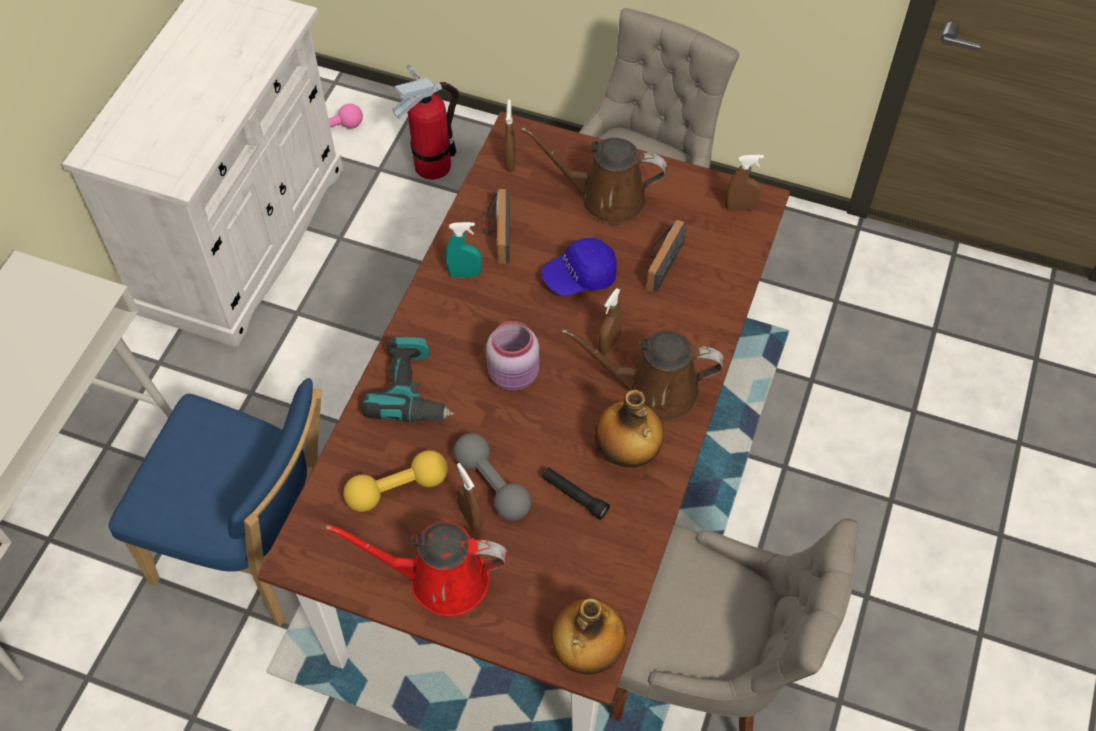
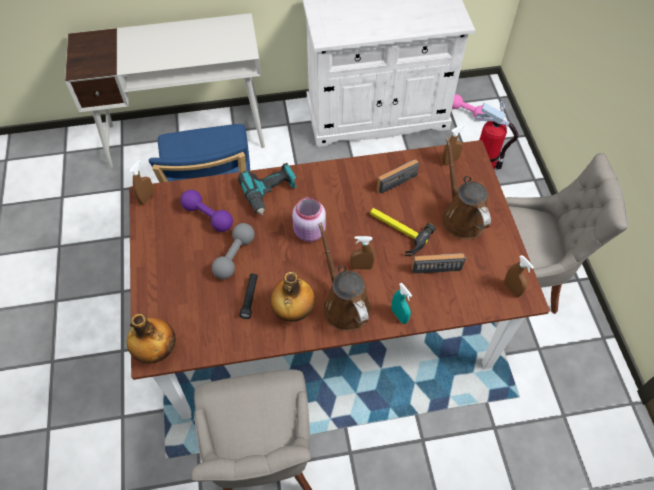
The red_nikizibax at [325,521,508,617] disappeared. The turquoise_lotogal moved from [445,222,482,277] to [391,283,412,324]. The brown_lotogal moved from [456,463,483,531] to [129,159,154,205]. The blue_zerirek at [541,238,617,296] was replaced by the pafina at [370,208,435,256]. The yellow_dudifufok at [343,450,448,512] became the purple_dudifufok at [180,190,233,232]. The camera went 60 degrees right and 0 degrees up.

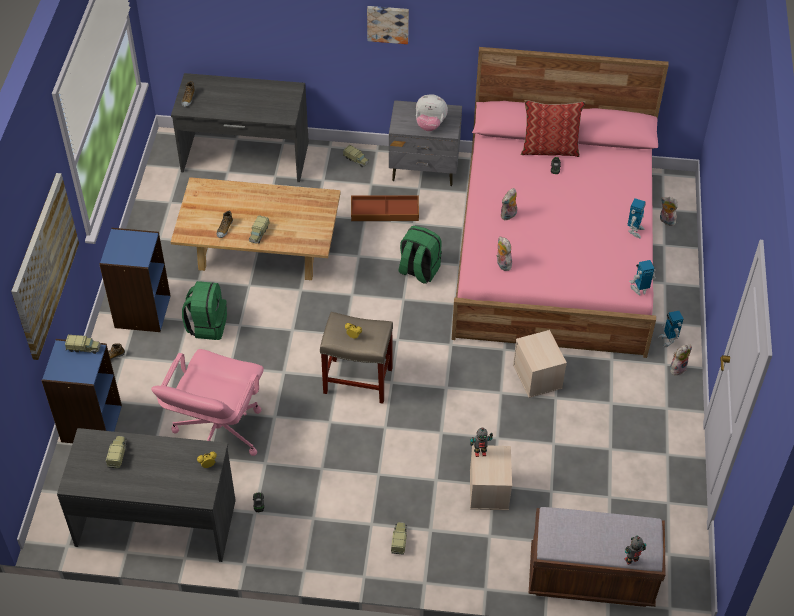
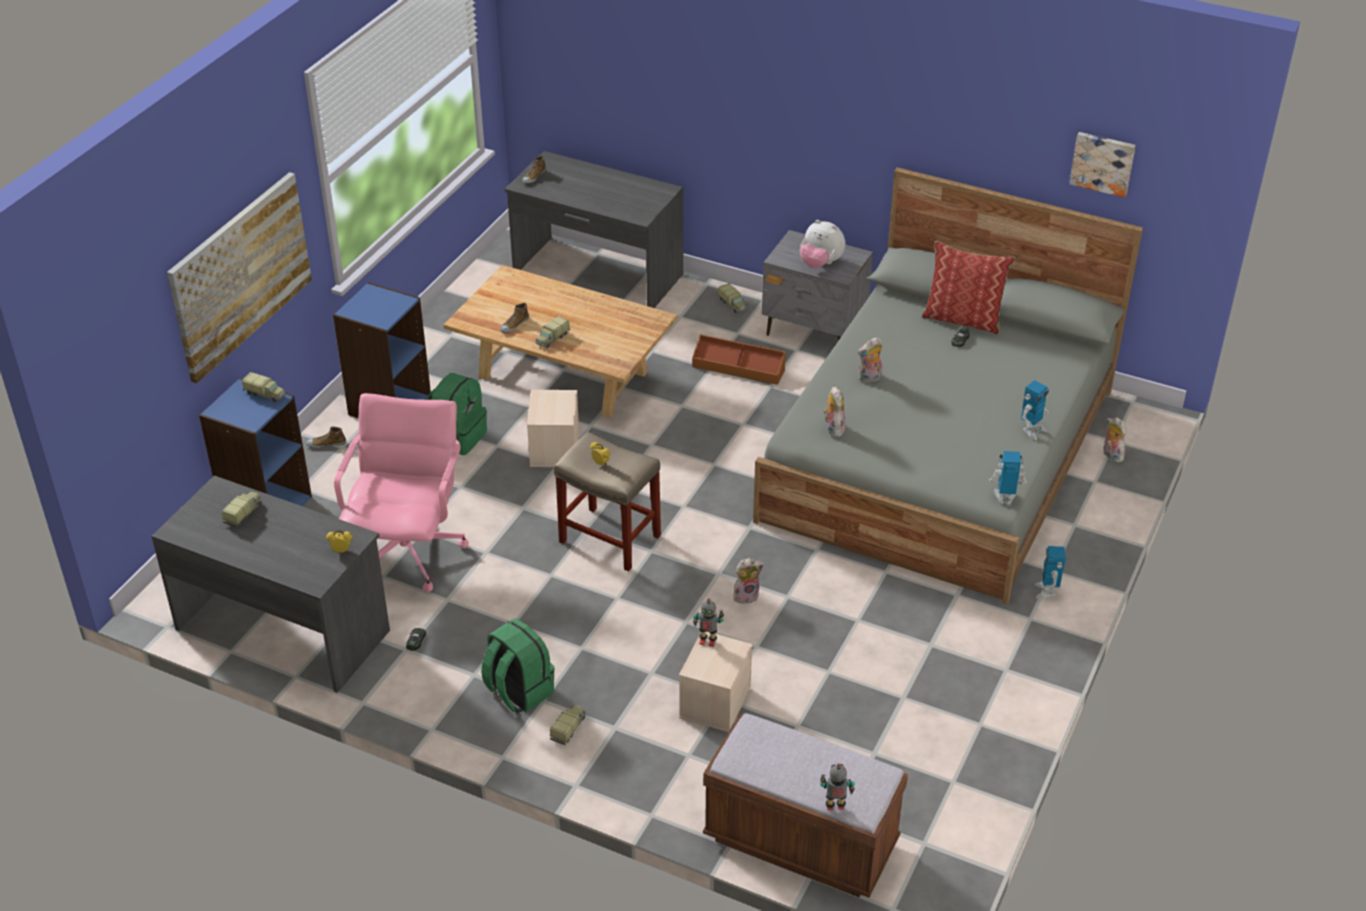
The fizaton moved from [367,6,409,44] to [1069,132,1136,198]. The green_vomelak moved from [398,226,442,284] to [481,619,555,714]. The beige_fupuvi moved from [513,330,567,398] to [527,390,579,467]. The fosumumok moved from [670,345,692,375] to [734,558,764,604]. The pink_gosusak at [452,47,669,358] became the grey_gosusak at [753,167,1143,605]. The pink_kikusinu at [151,349,264,456] turned 150 degrees clockwise. The camera went 20 degrees right and 10 degrees down.

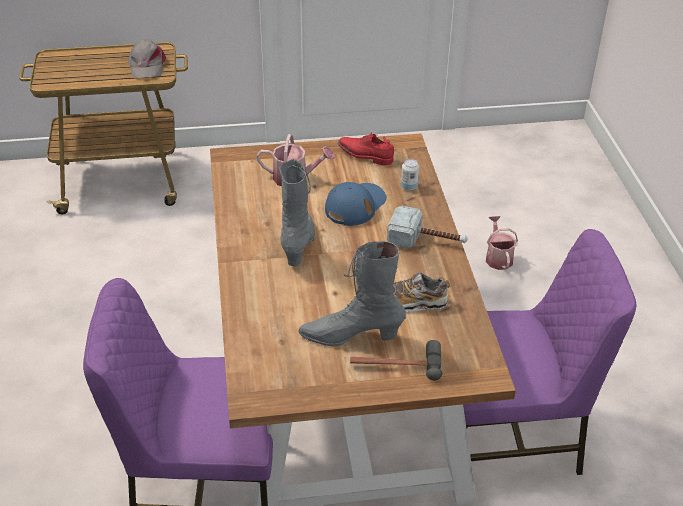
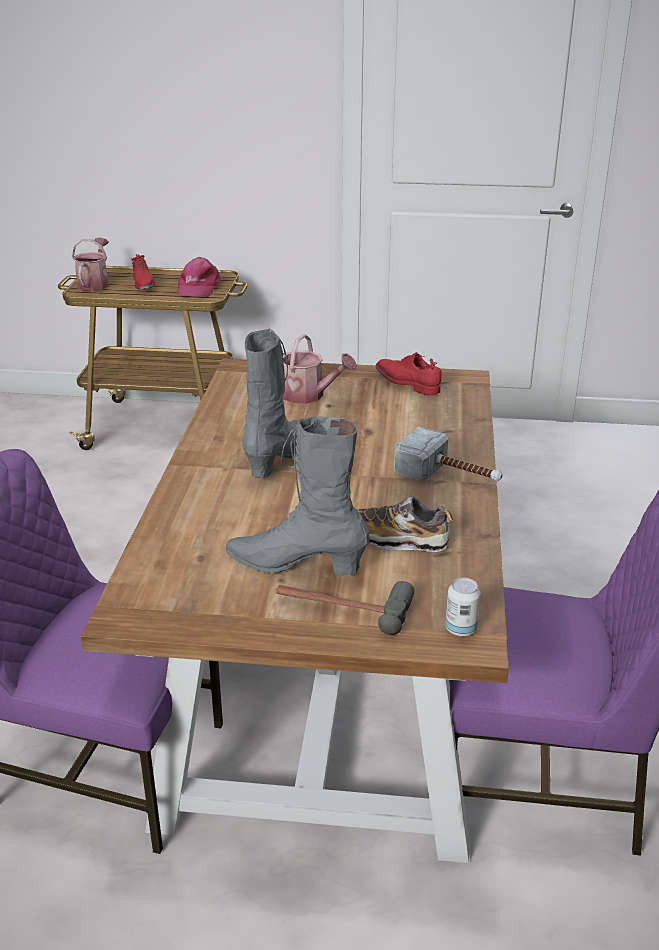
The blue_zerirek at [325,182,387,226] disappeared. The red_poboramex at [131,254,155,290] appeared. The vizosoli moved from [401,159,419,191] to [445,578,480,637]. The nikizibax moved from [486,216,518,270] to [72,238,109,291]. The grey_zerirek at [128,39,166,79] became the pink_zerirek at [177,257,221,297]. The camera went 15 degrees right and 10 degrees down.

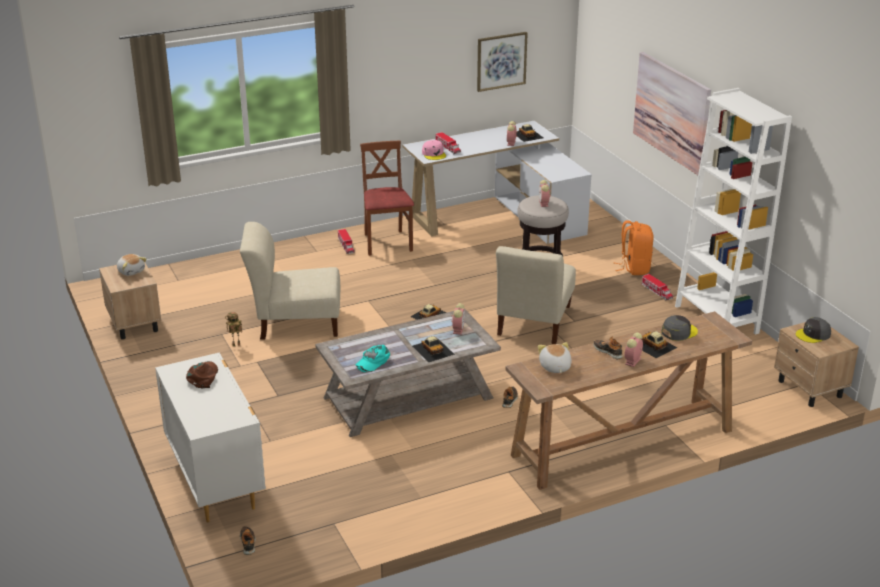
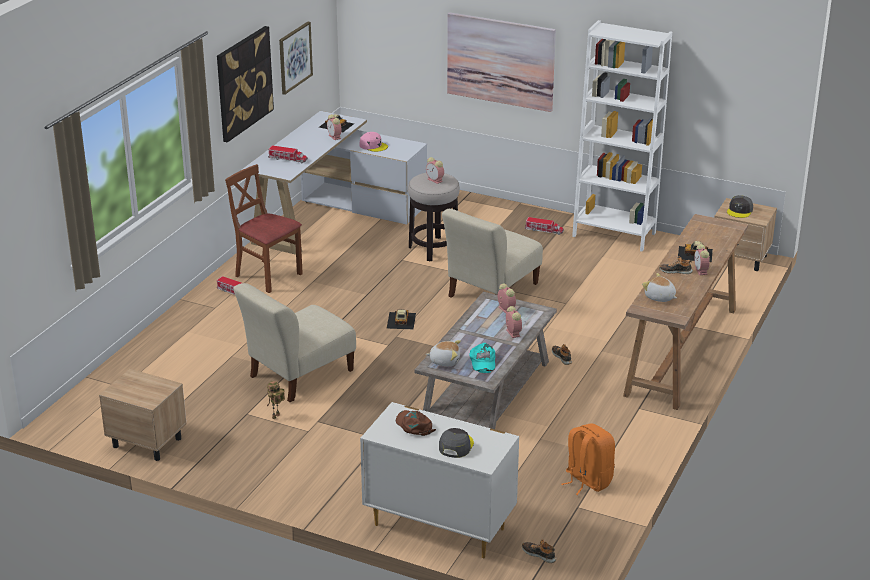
The fizaton at [217,26,274,143] appeared. The fosumumok moved from [117,254,147,276] to [426,340,461,367]. The pink_zerirek moved from [422,140,446,160] to [360,132,388,152]. The orange_vomelak moved from [615,220,654,275] to [561,423,615,495]. The grey_zerirek moved from [661,315,698,341] to [439,428,474,458]. The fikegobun at [412,336,455,362] was replaced by the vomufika at [506,306,522,338]. The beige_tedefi at [496,246,576,344] turned 60 degrees clockwise. The camera went 40 degrees left and 0 degrees up.

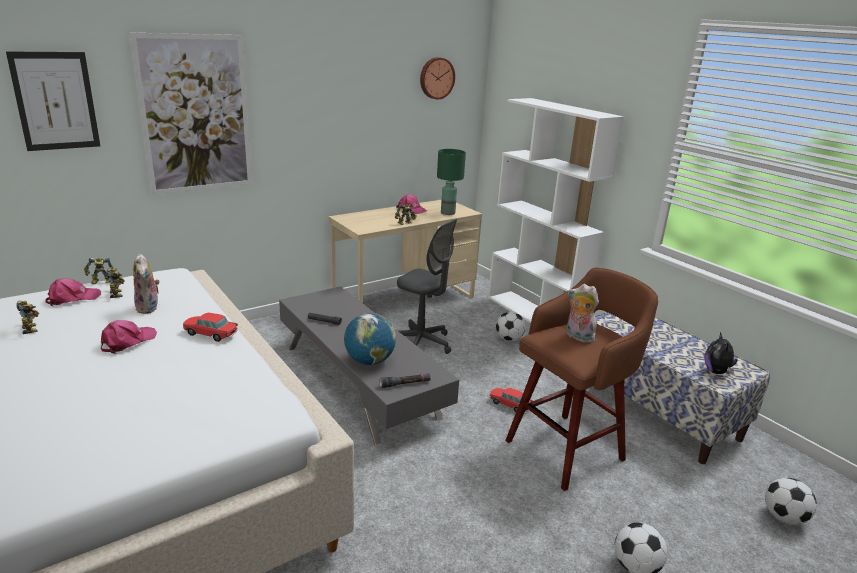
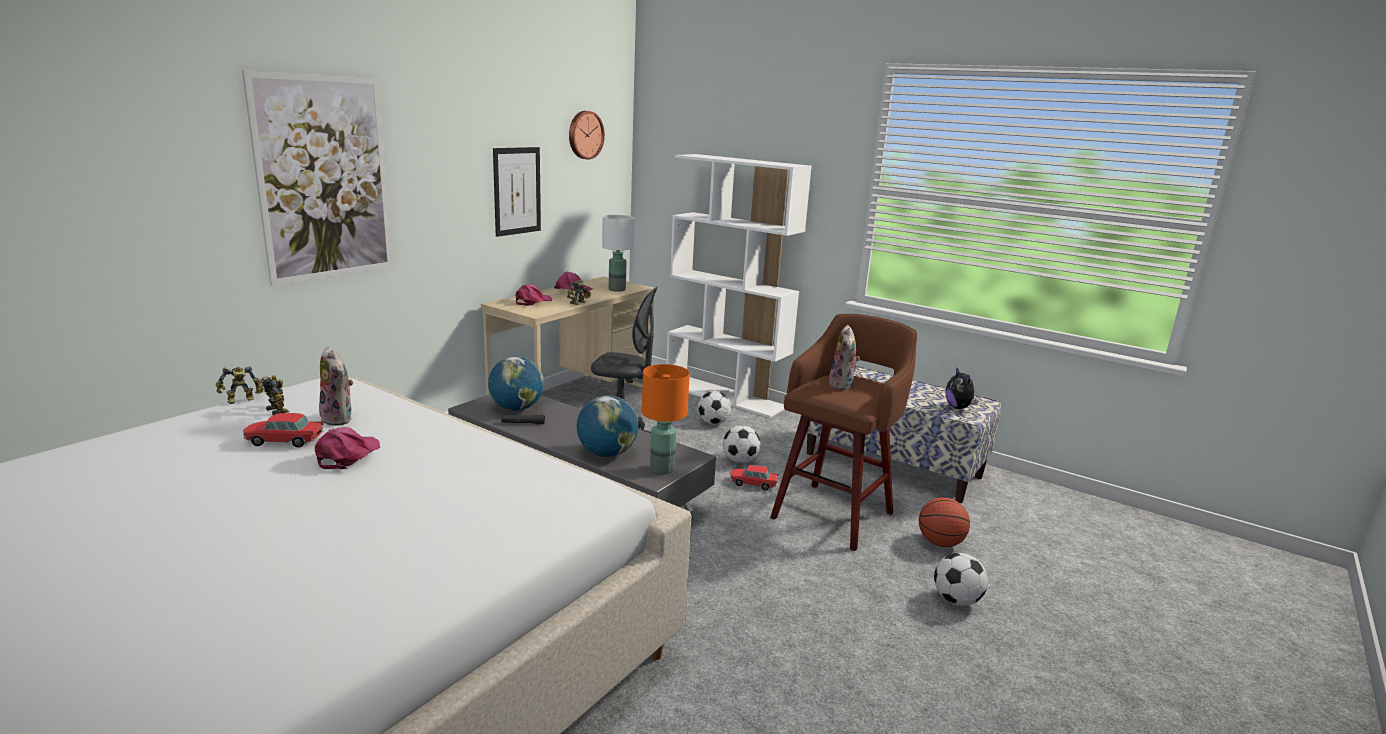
The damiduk at [16,300,39,334] disappeared. The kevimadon at [488,356,544,411] appeared. The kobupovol at [919,497,970,547] appeared. The fizaton moved from [6,51,100,151] to [493,147,541,237]. The pink_zerirek moved from [46,278,101,306] to [515,284,552,306]. The fikegobun moved from [183,313,238,342] to [243,413,323,448]. The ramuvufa moved from [765,478,817,525] to [723,425,760,463]. The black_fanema at [380,374,431,388] was replaced by the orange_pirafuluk at [642,364,690,474]. The green_pirafuluk at [437,149,466,215] became the white_pirafuluk at [602,215,635,292]. The fosumumok at [567,284,599,343] turned 105 degrees counterclockwise. The camera went 20 degrees left and 5 degrees down.

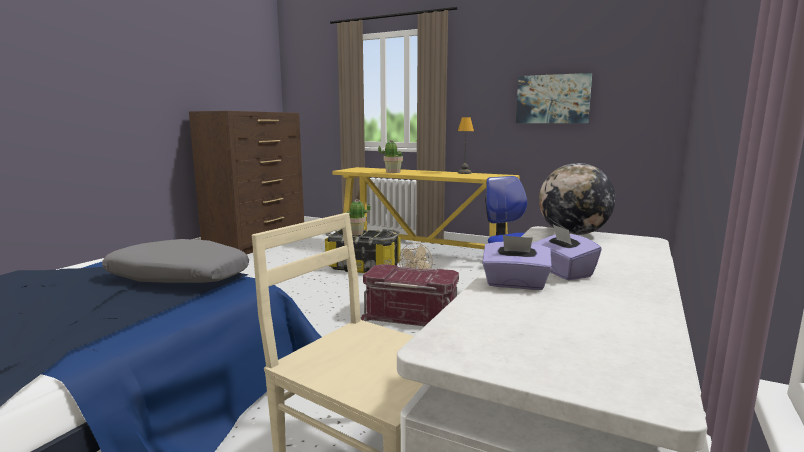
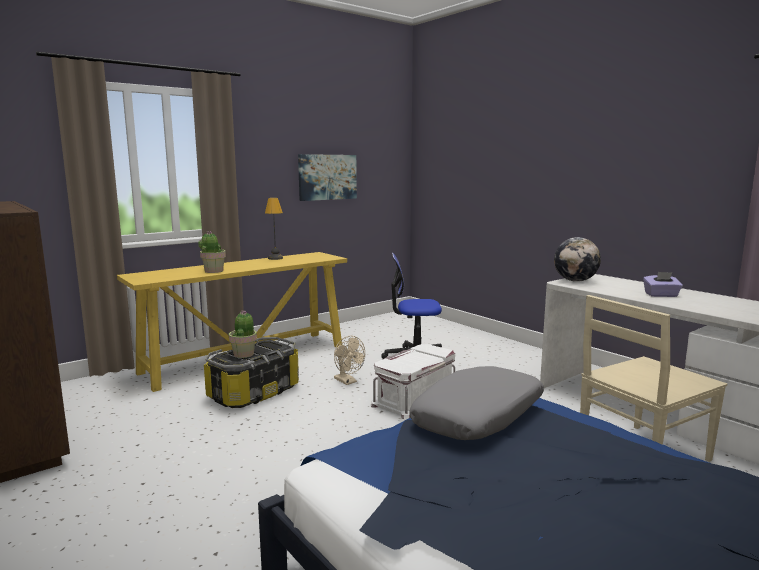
The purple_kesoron at [482,235,552,290] disappeared. The red_fupuvi at [361,264,459,326] became the white_fupuvi at [370,344,455,419]. The camera went 65 degrees left and 0 degrees up.

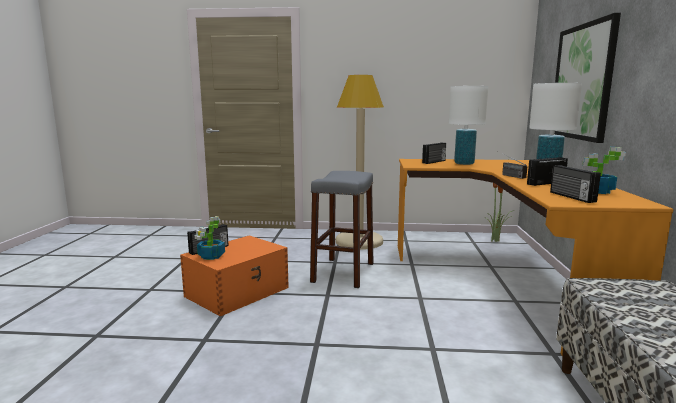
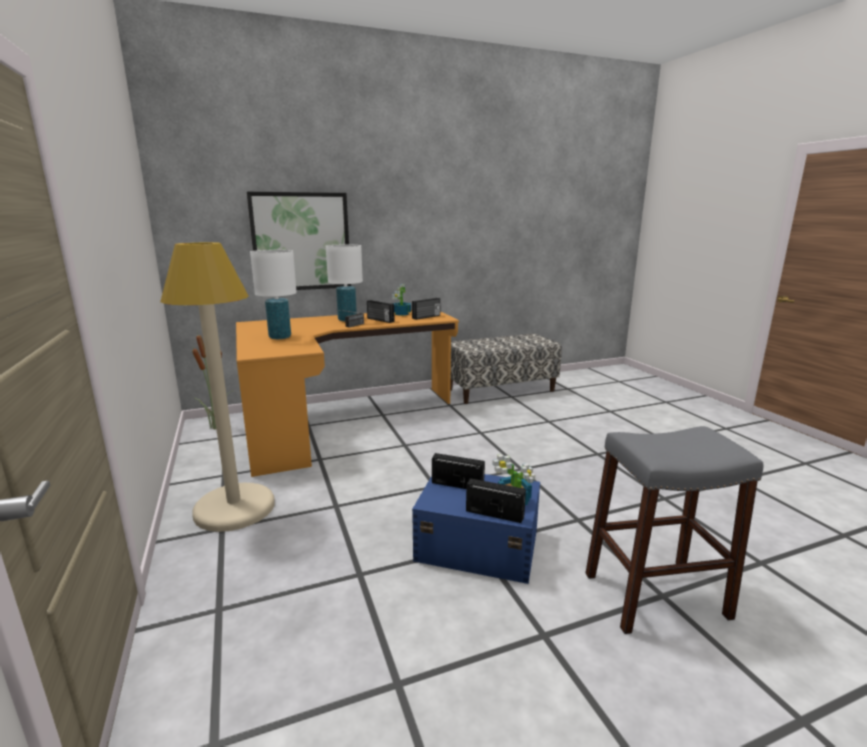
The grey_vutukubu moved from [310,171,373,288] to [586,426,763,634]. The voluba moved from [422,143,446,164] to [432,453,485,489]. The orange_fupuvi at [180,235,289,316] became the blue_fupuvi at [412,474,540,584]. The camera went 115 degrees left and 5 degrees up.

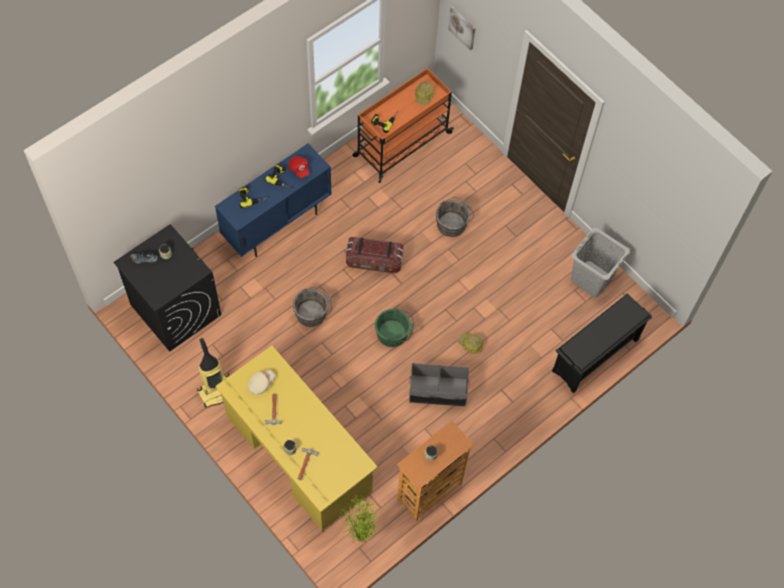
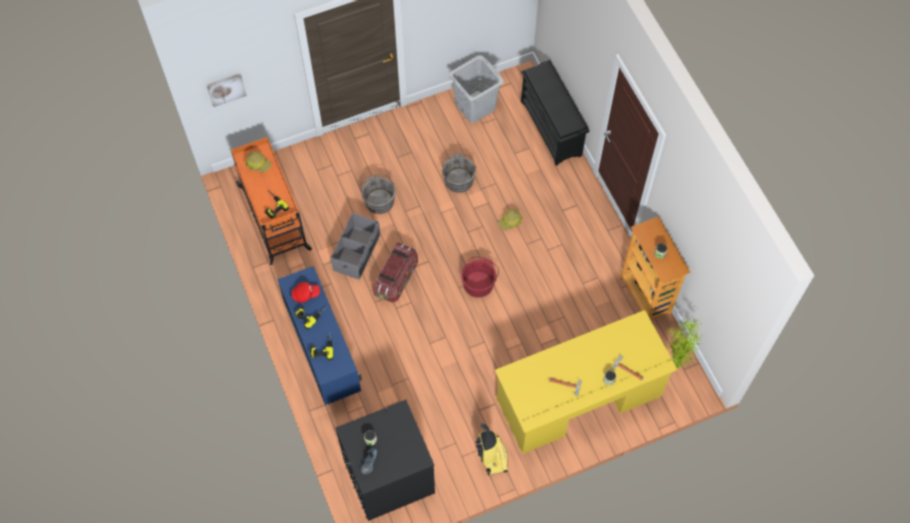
The beige_zerirek at [248,369,275,395] disappeared. The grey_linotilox moved from [293,287,332,327] to [442,154,476,193]. The grey_fupuvi moved from [409,363,470,406] to [331,213,380,280]. The green_linotilox at [375,308,414,347] became the red_linotilox at [461,257,499,297]. The camera went 70 degrees left and 0 degrees up.

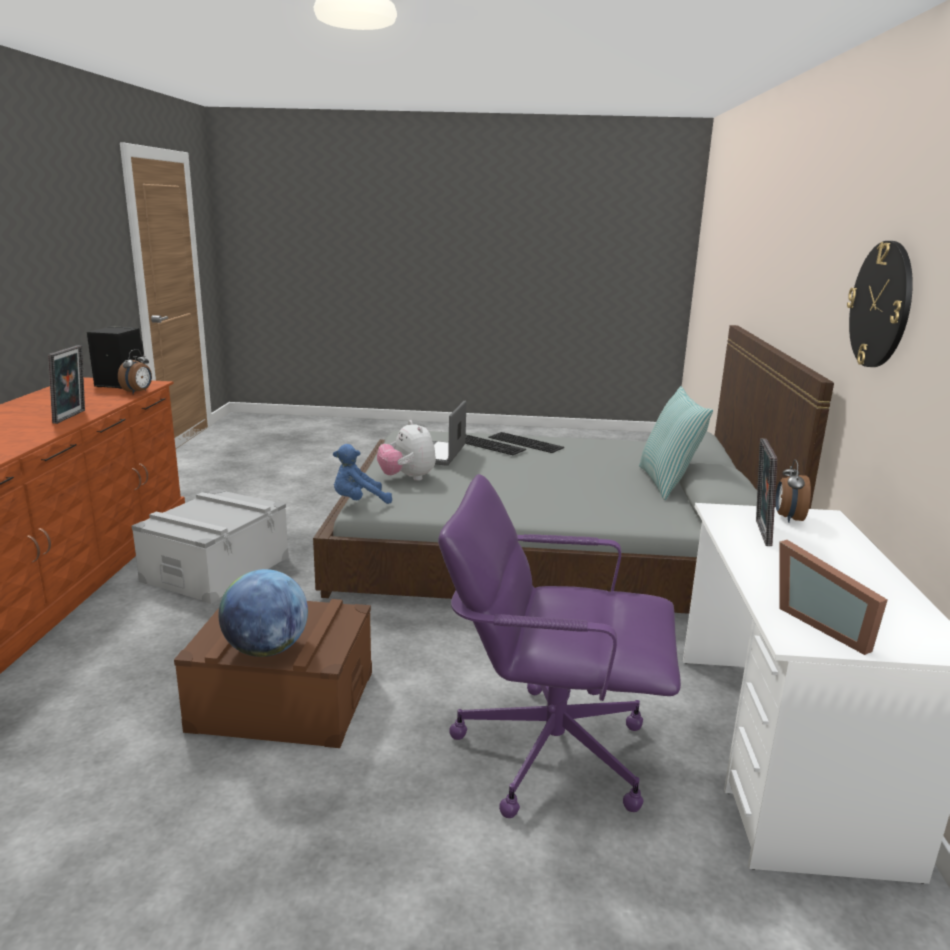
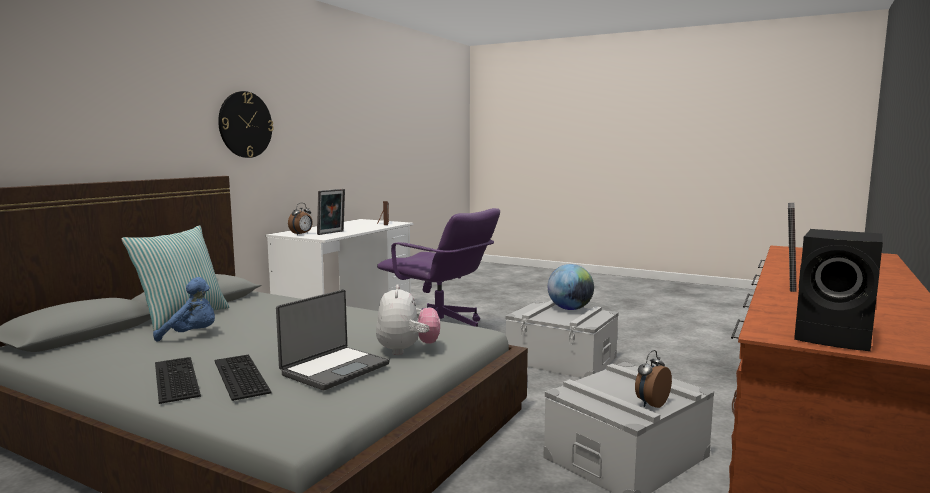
The vomufika moved from [118,349,152,394] to [635,350,672,408]. The blue_fosumumok moved from [333,444,392,504] to [153,277,215,342]. The brown_fupuvi at [174,599,372,748] became the grey_fupuvi at [506,300,619,378]. The camera went 155 degrees left and 10 degrees down.

